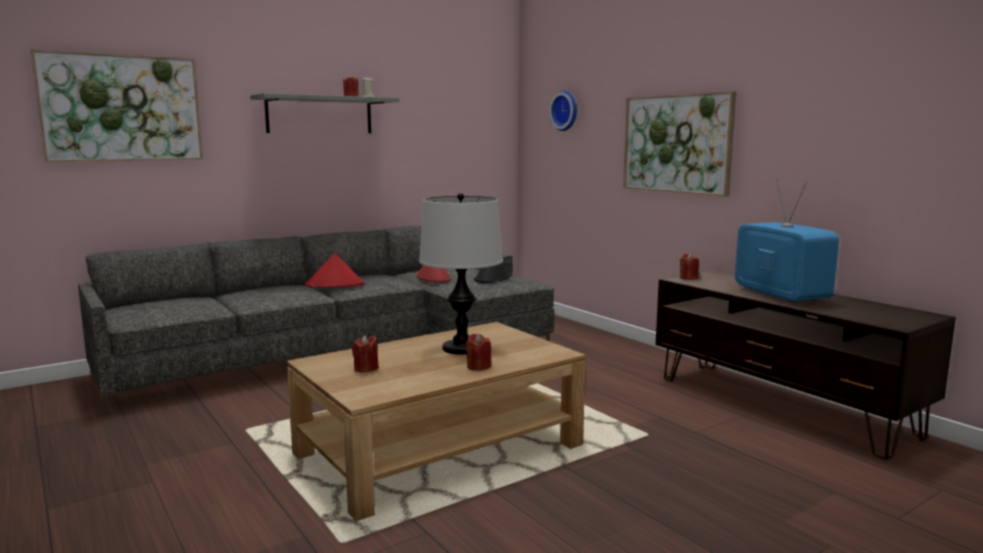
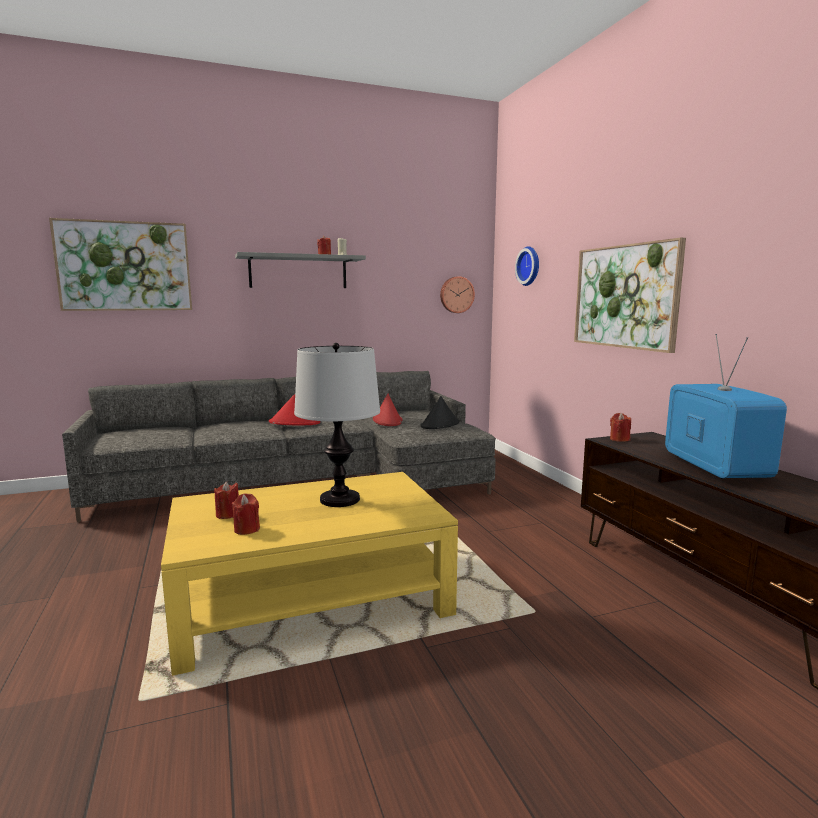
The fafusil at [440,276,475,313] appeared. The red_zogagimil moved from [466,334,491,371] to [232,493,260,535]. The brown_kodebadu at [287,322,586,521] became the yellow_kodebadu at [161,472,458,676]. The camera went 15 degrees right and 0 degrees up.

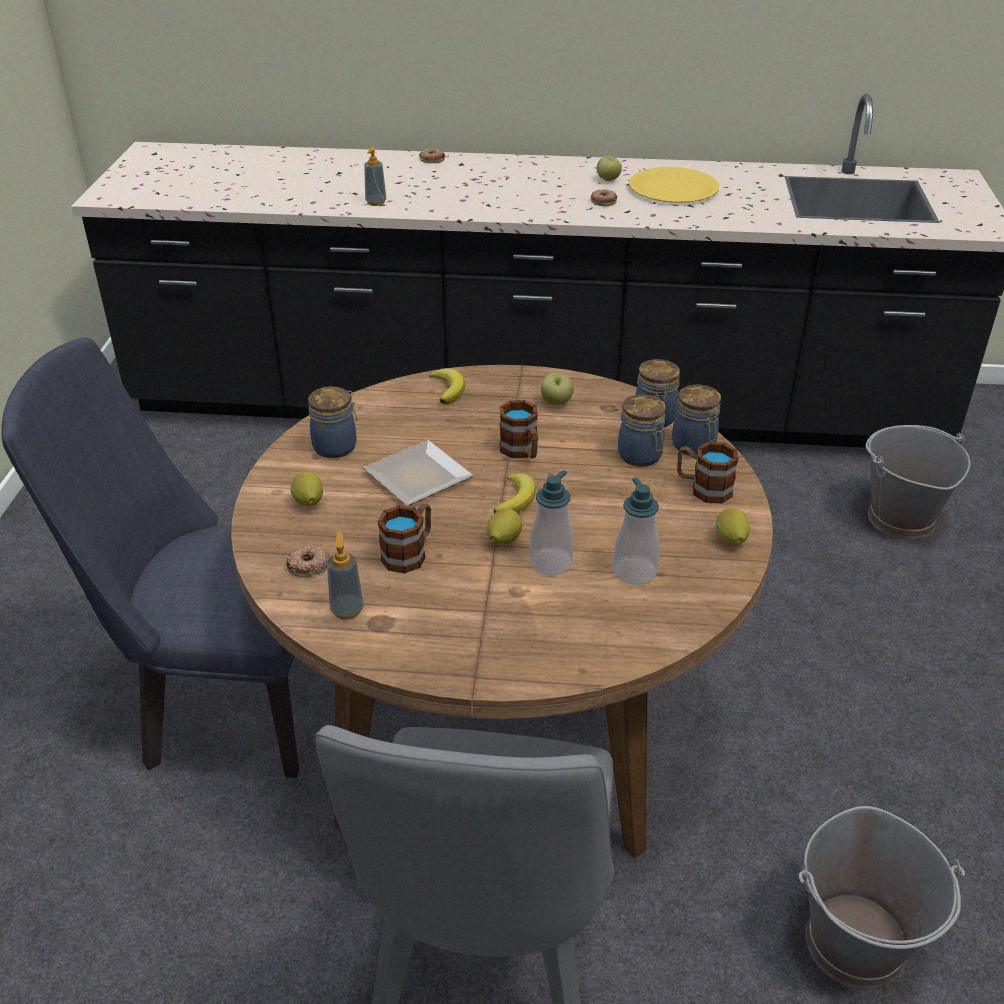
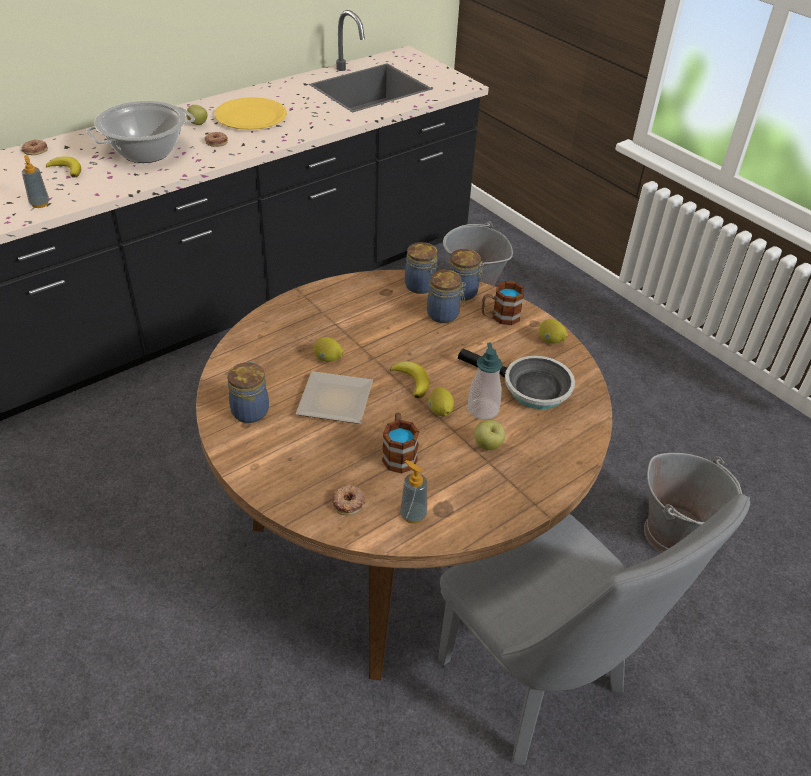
The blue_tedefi at [1,337,299,778] disappeared. The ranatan at [499,400,538,458] disappeared. The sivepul at [86,101,195,163] appeared. The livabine moved from [290,471,323,506] to [314,337,344,362]. The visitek moved from [430,368,465,404] to [46,156,81,178]. The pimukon moved from [541,372,574,405] to [474,420,505,450]. The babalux at [613,477,659,585] was replaced by the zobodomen at [458,349,575,409]. The camera went 45 degrees left and 5 degrees up.

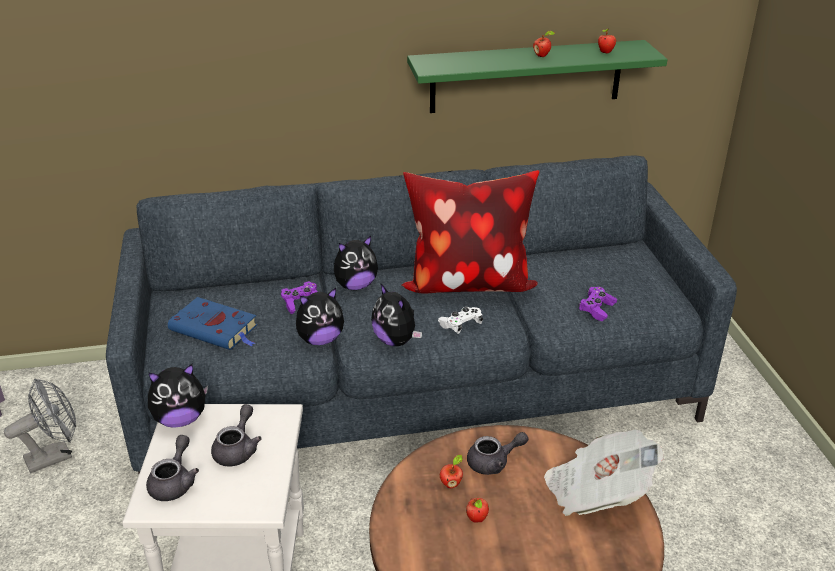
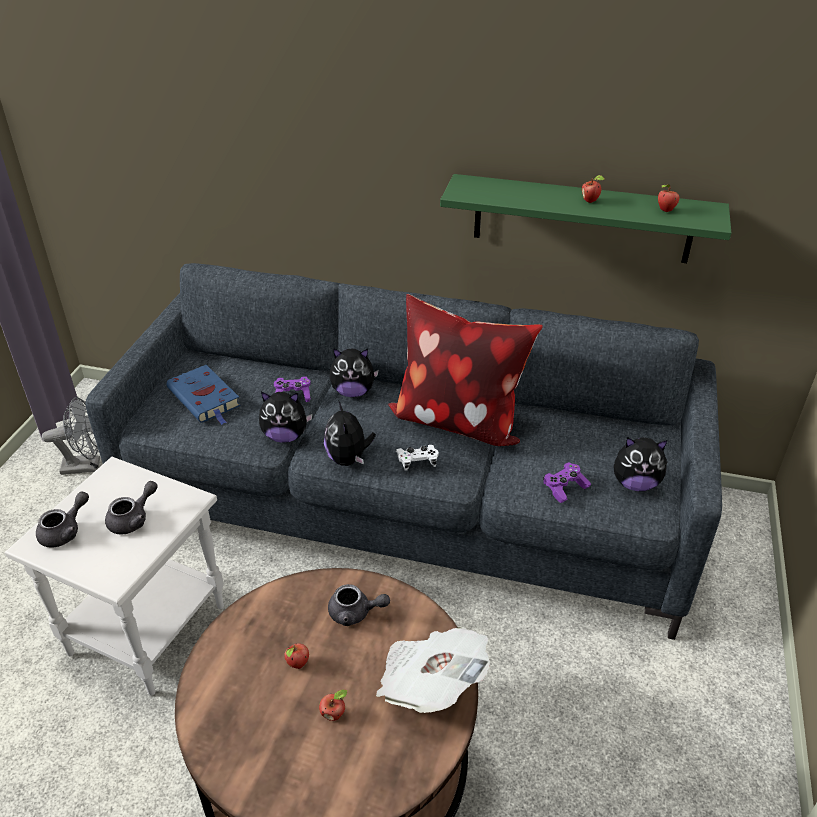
The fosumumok moved from [148,364,208,428] to [614,437,668,491]. The pimukon moved from [440,455,463,488] to [319,690,348,721]. The camera went 25 degrees right and 5 degrees up.

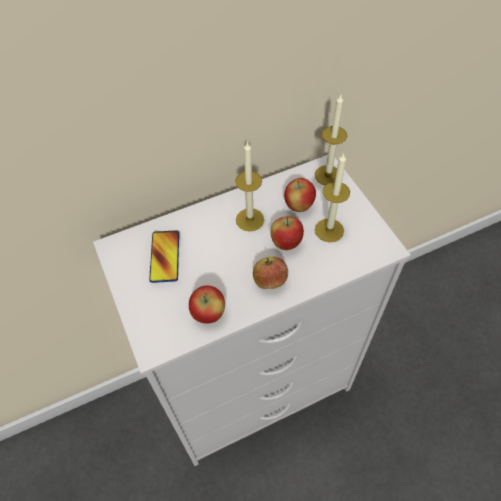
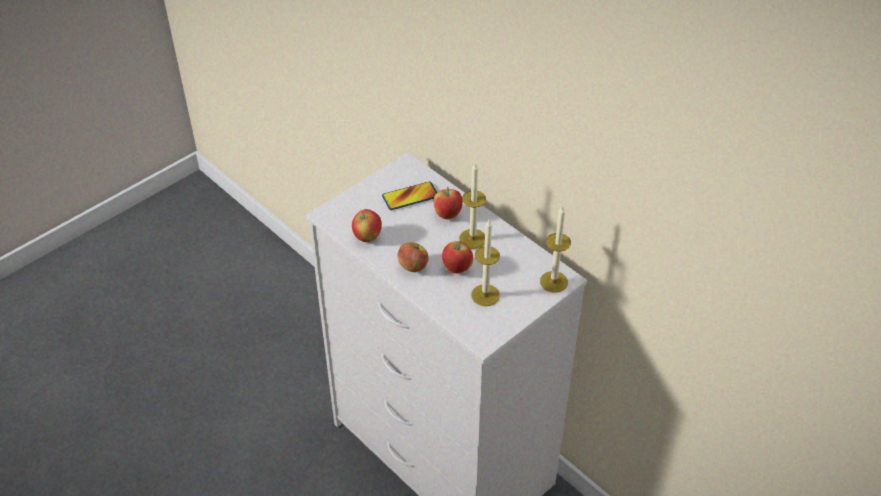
The pimukon moved from [284,178,316,212] to [433,187,463,219]. The camera went 70 degrees right and 10 degrees down.

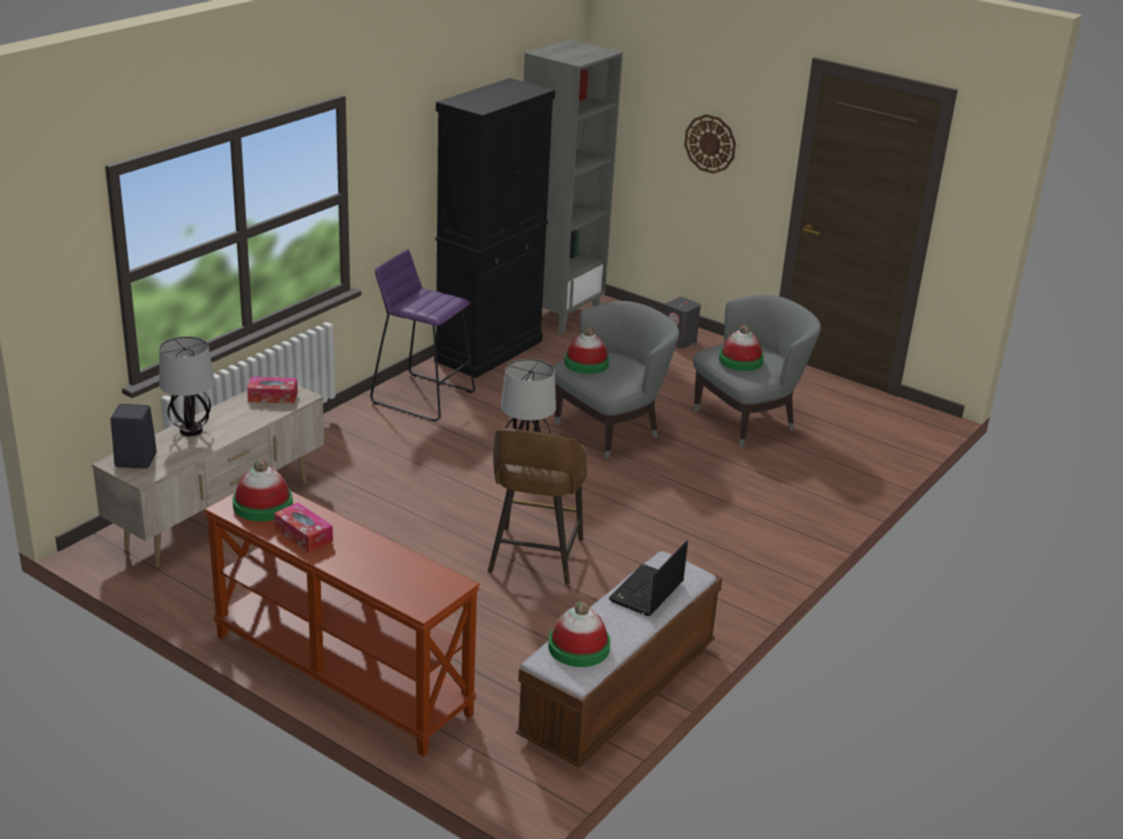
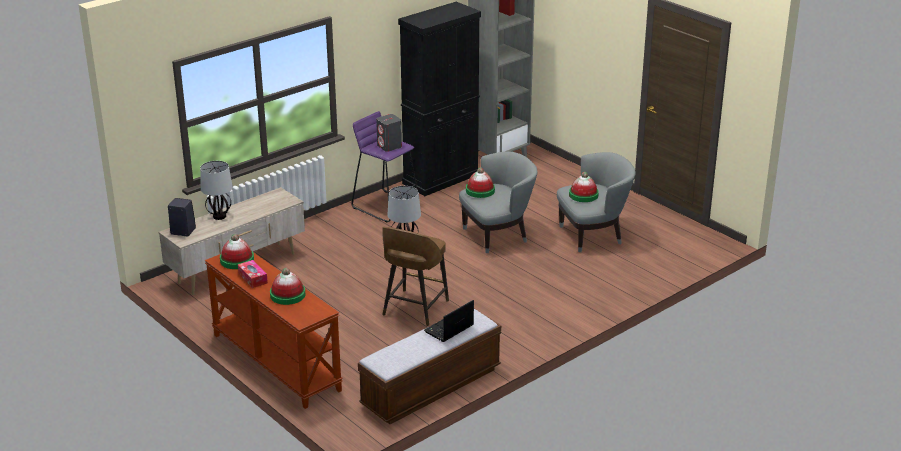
The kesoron at [247,377,298,403] disappeared. The fafusil at [684,114,736,174] disappeared. The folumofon moved from [548,601,610,667] to [270,268,306,305]. The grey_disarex moved from [665,297,701,349] to [376,114,402,152]. The camera went 15 degrees right and 0 degrees up.

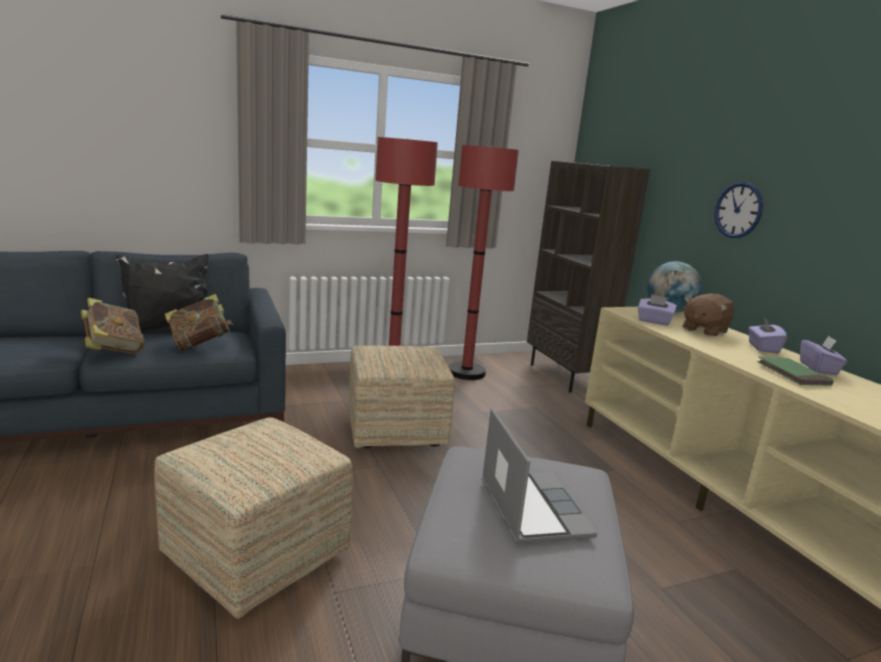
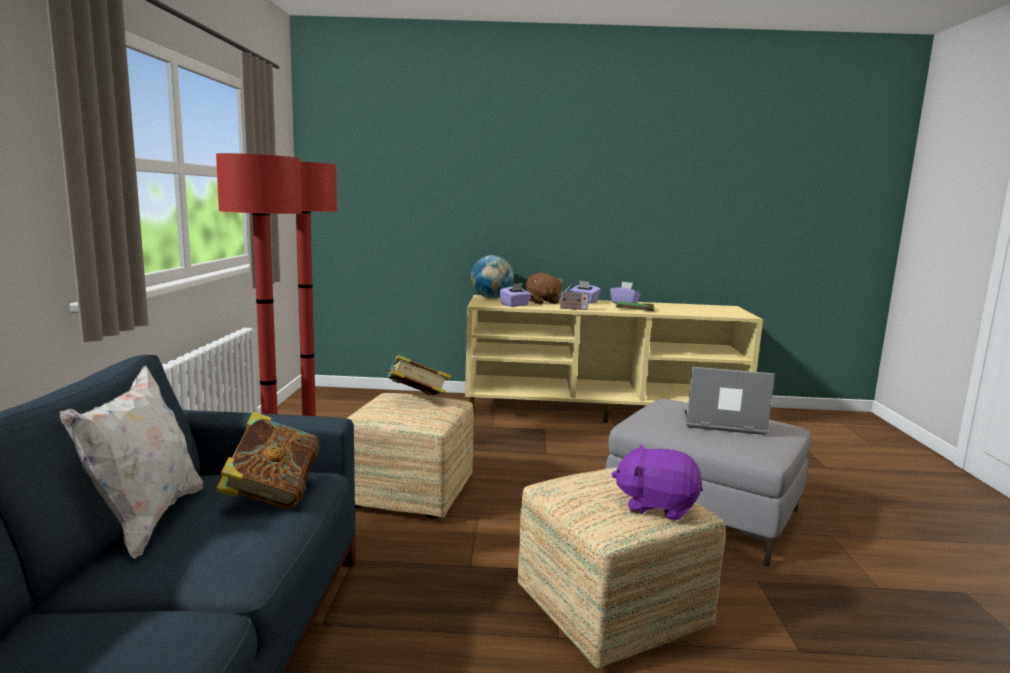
The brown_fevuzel at [527,161,650,393] disappeared. The fafusil at [714,182,763,238] disappeared. The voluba at [558,283,589,310] appeared. The purple_fosumumok at [611,444,703,520] appeared. The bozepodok moved from [81,298,145,354] to [383,355,451,395]. The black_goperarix at [115,254,209,332] became the white_goperarix at [60,365,203,559]. The camera went 65 degrees left and 5 degrees down.

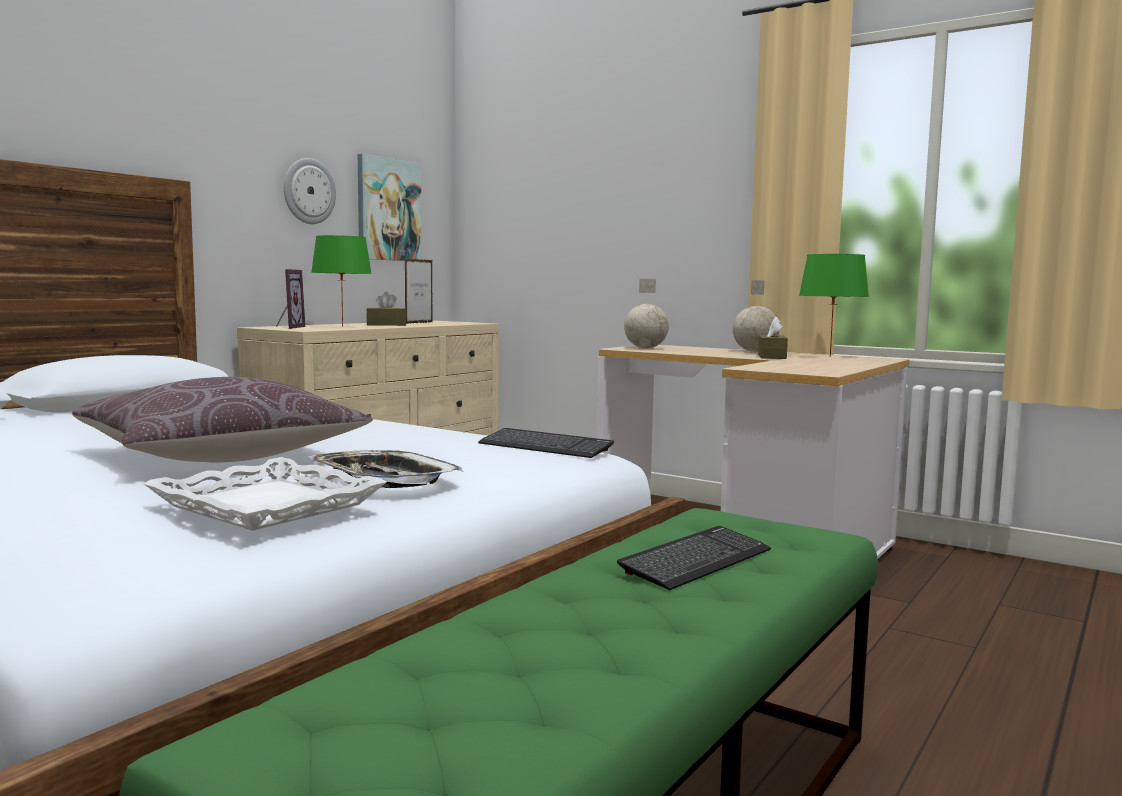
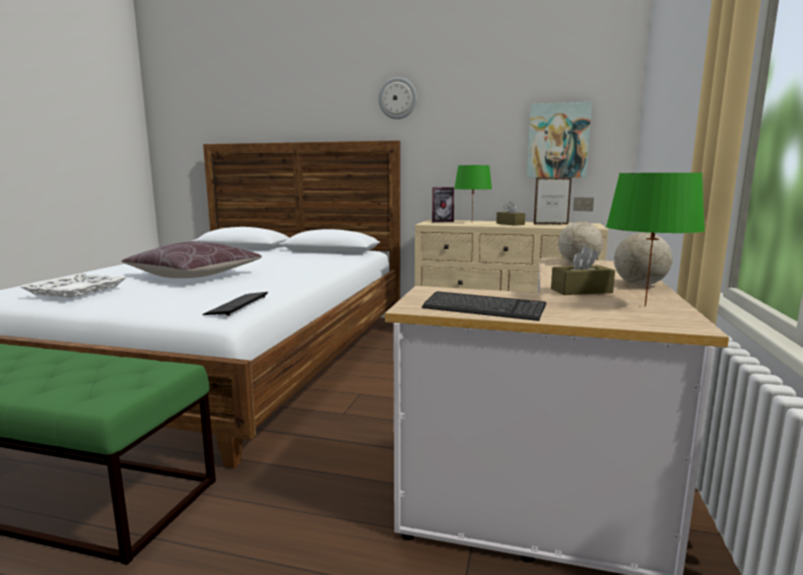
The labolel at [307,450,464,488] disappeared. The fafusil moved from [284,158,336,224] to [378,77,417,119]. The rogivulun moved from [617,526,771,590] to [422,292,546,321]. The camera went 70 degrees right and 5 degrees up.

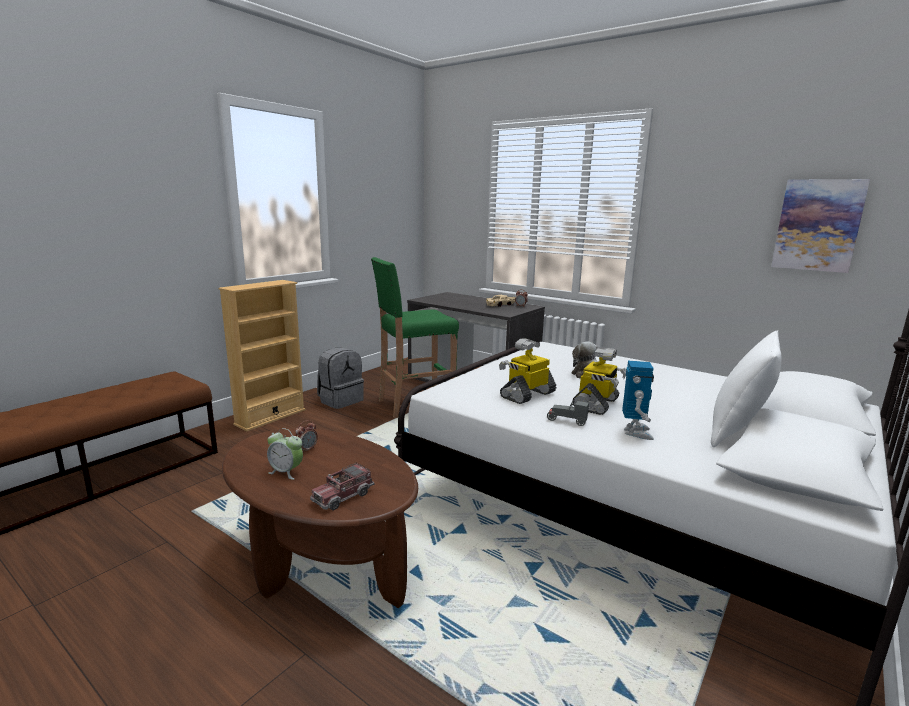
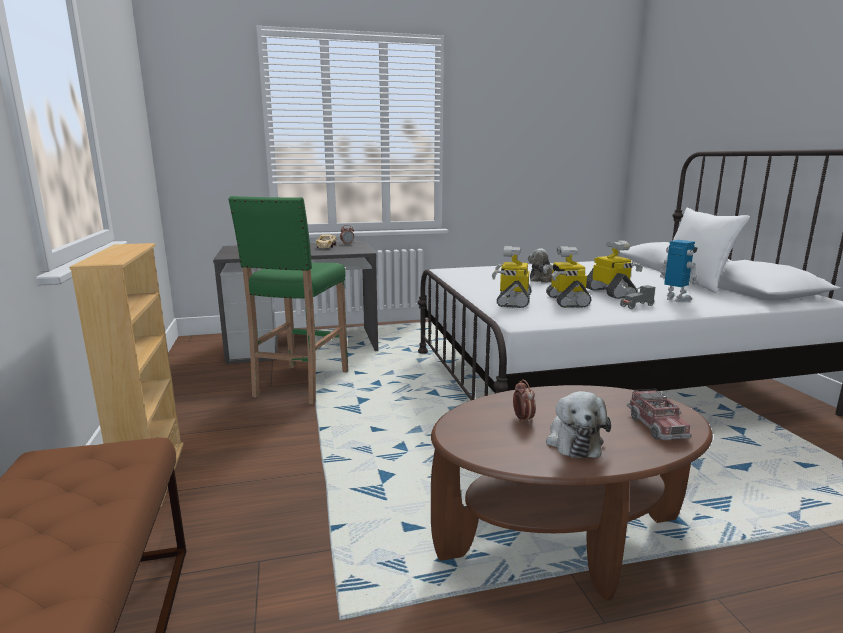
The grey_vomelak at [317,348,364,409] disappeared. The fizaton at [771,179,870,273] disappeared. The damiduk at [492,246,532,308] appeared. The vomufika at [267,428,303,480] was replaced by the fosumumok at [546,391,611,458]. The camera went 50 degrees left and 0 degrees up.

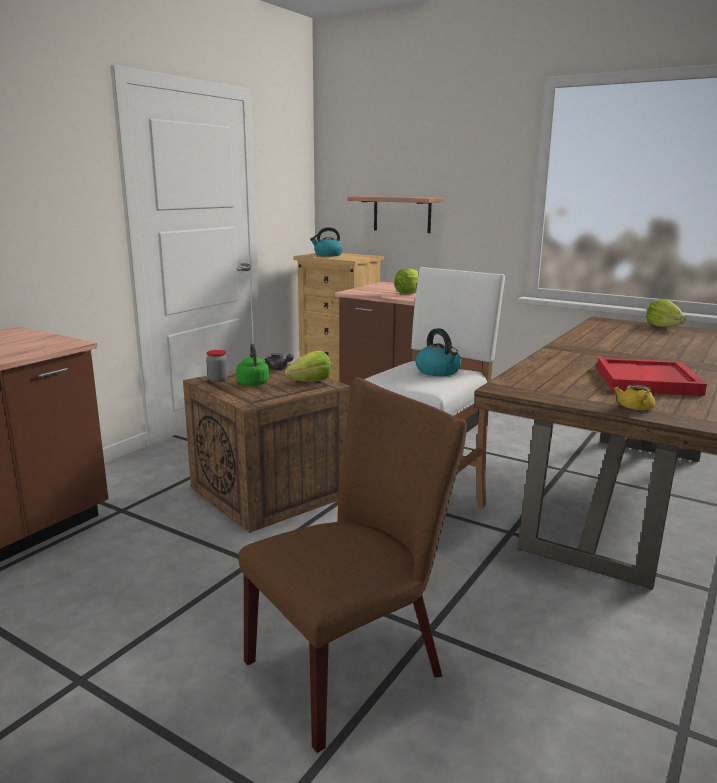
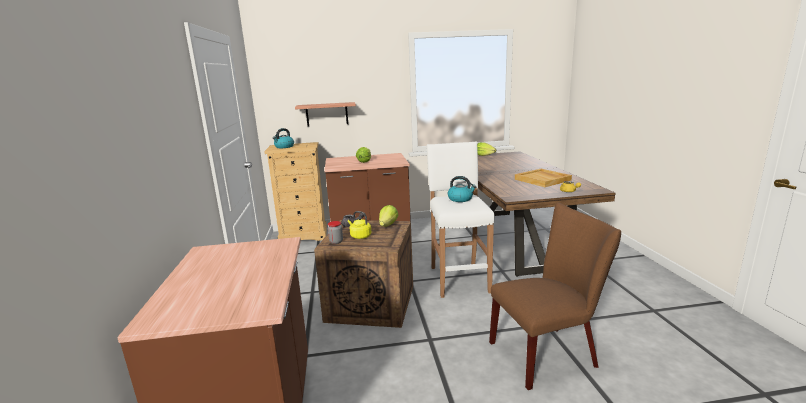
The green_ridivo at [236,343,269,386] became the yellow_ridivo at [348,211,371,239]. The red_labolel at [597,358,707,396] became the beige_labolel at [515,169,572,187]. The brown_tedefi at [238,378,467,753] turned 60 degrees clockwise. The camera went 40 degrees left and 0 degrees up.

